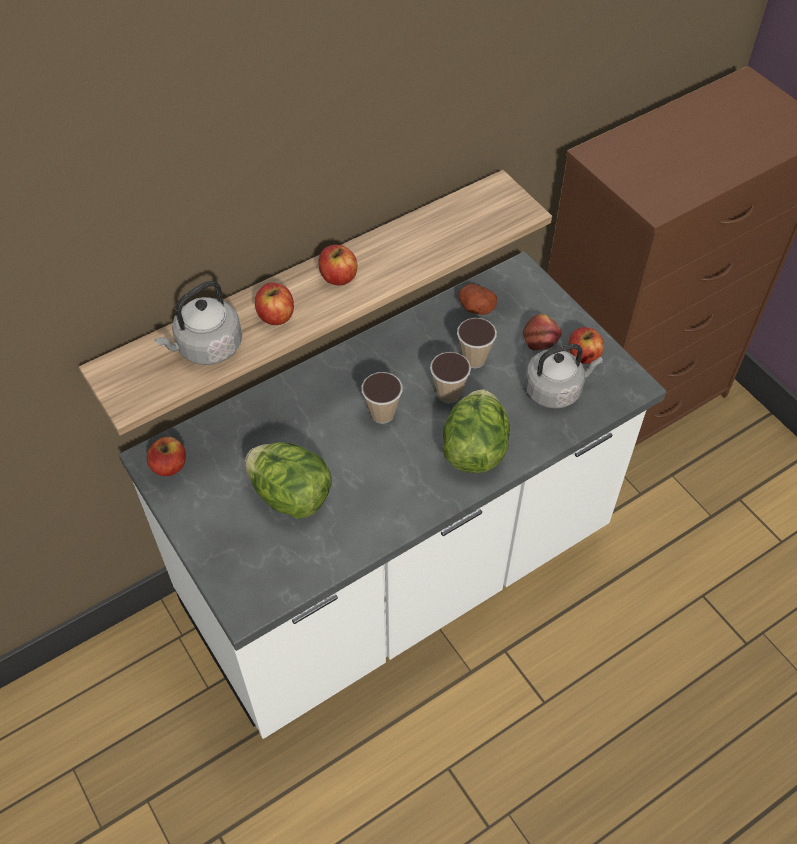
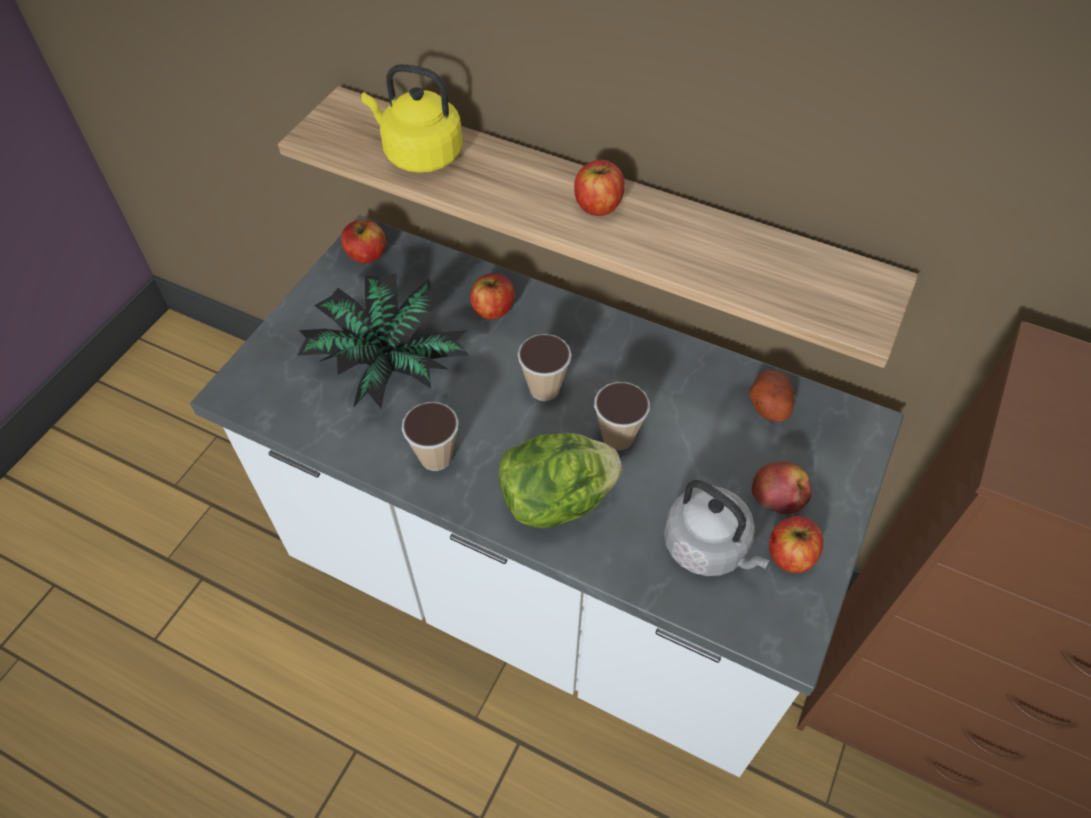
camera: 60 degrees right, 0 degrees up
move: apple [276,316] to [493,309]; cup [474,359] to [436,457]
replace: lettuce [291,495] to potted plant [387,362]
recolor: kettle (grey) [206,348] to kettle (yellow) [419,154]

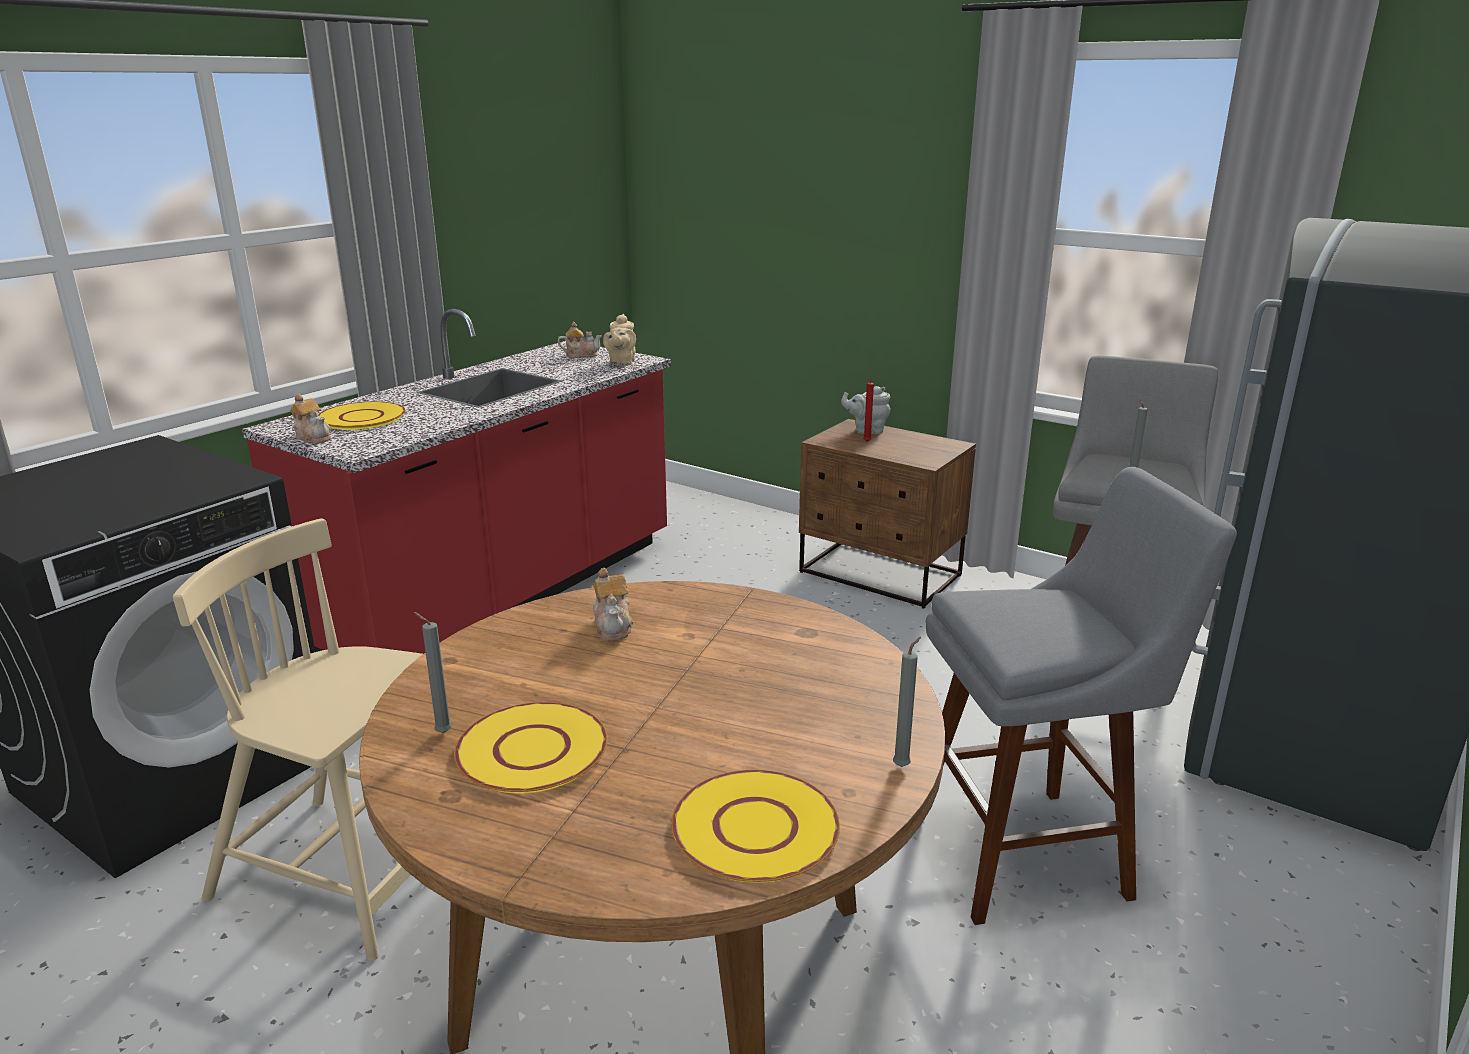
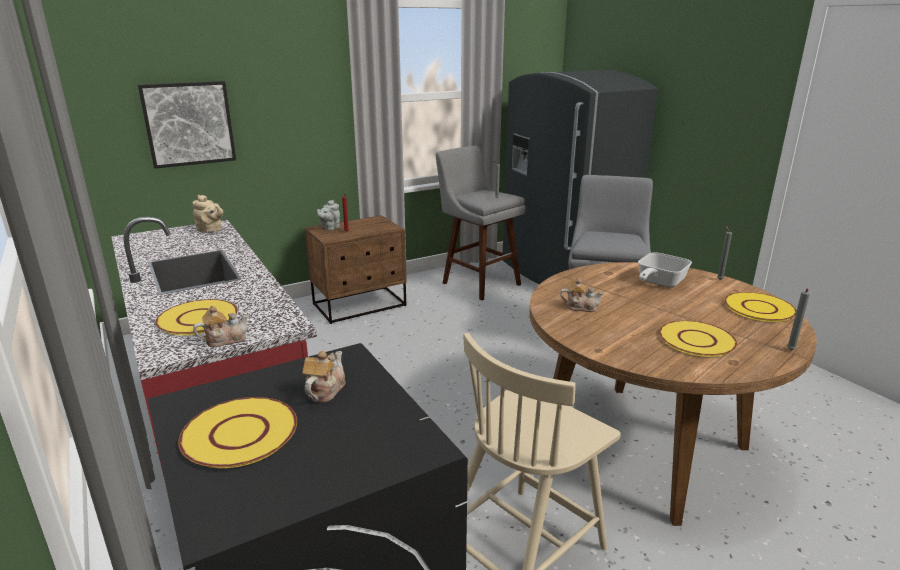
camera: 65 degrees left, 0 degrees up
insert: picture [189,124]; frying pan [658,283]; plate (yellow) [239,433]
move: teapot [581,355] to [325,390]; candle (grey) [441,732] to [790,351]

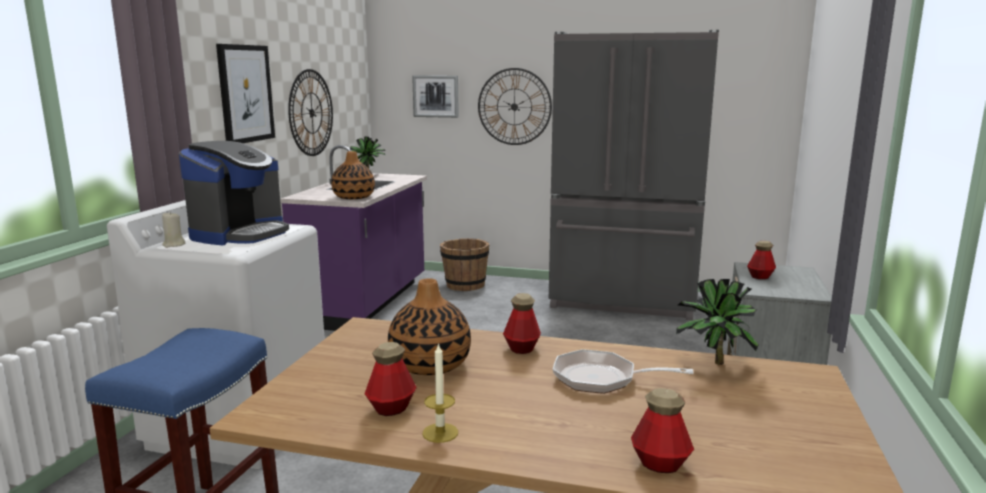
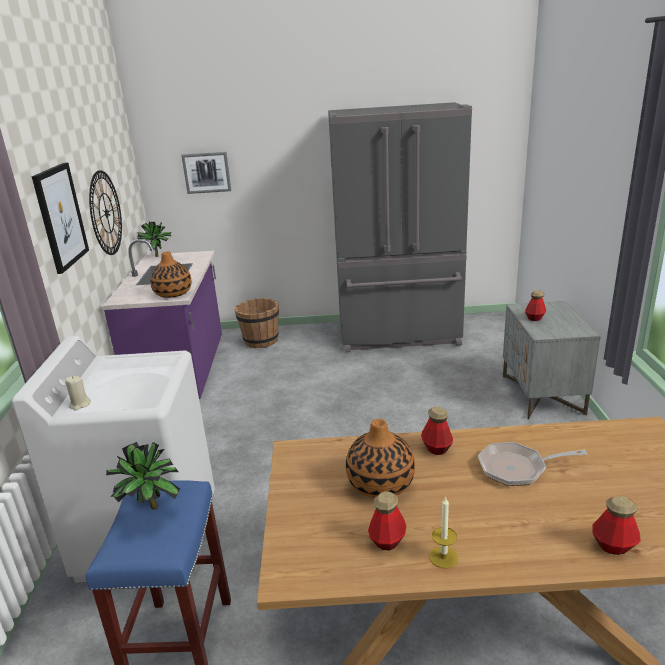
camera: 15 degrees left, 10 degrees up
delete: wall clock [514,106]; coffee machine [240,234]
move: potted plant [714,364] to [150,510]

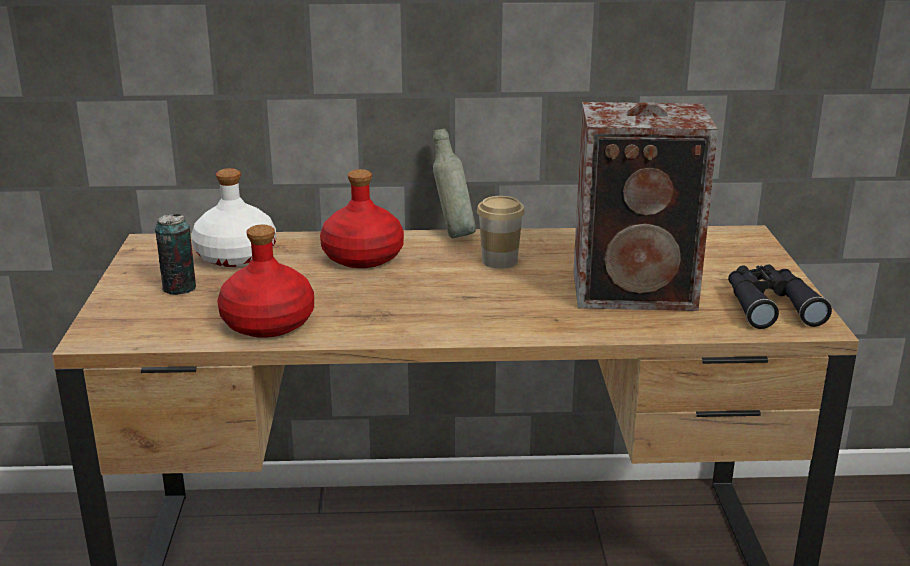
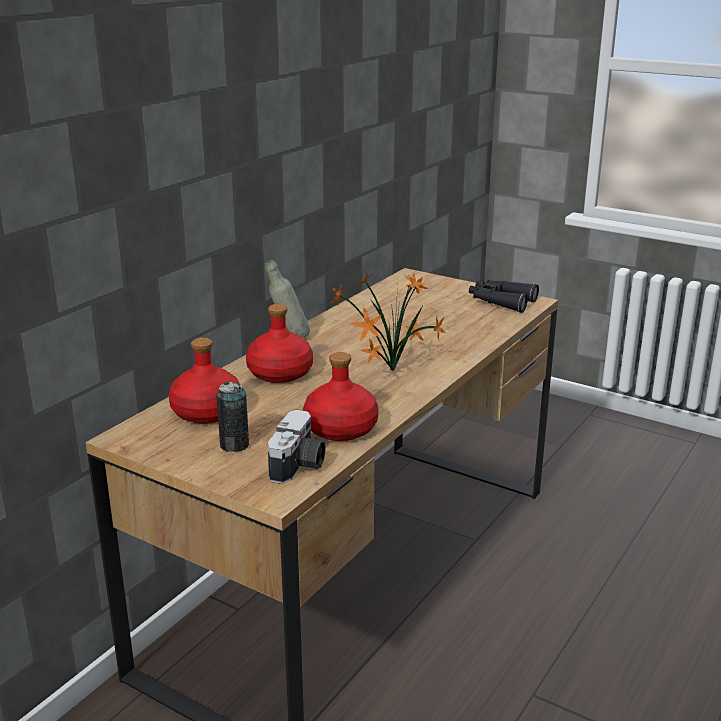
camera: 55 degrees left, 0 degrees up
delete: speaker [638,291]; cup [499,261]
insert: potted plant [390,372]; photo camera [299,466]
recolor: bottle (white) [234,256] to bottle (red) [206,412]

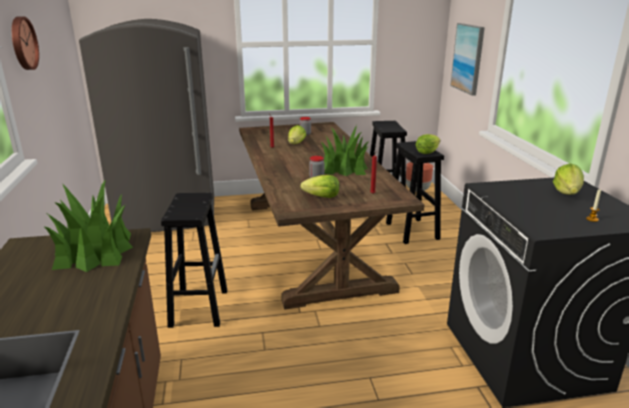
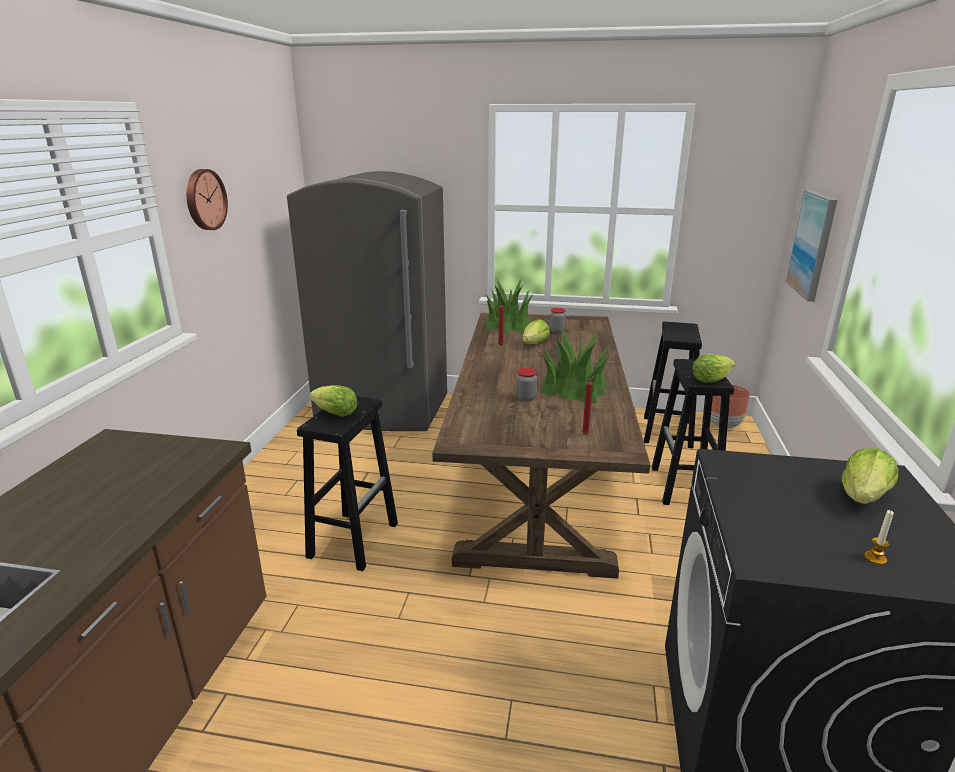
camera: 20 degrees right, 0 degrees up
move: lettuce [322,197] to [335,414]; potted plant [94,251] to [508,324]

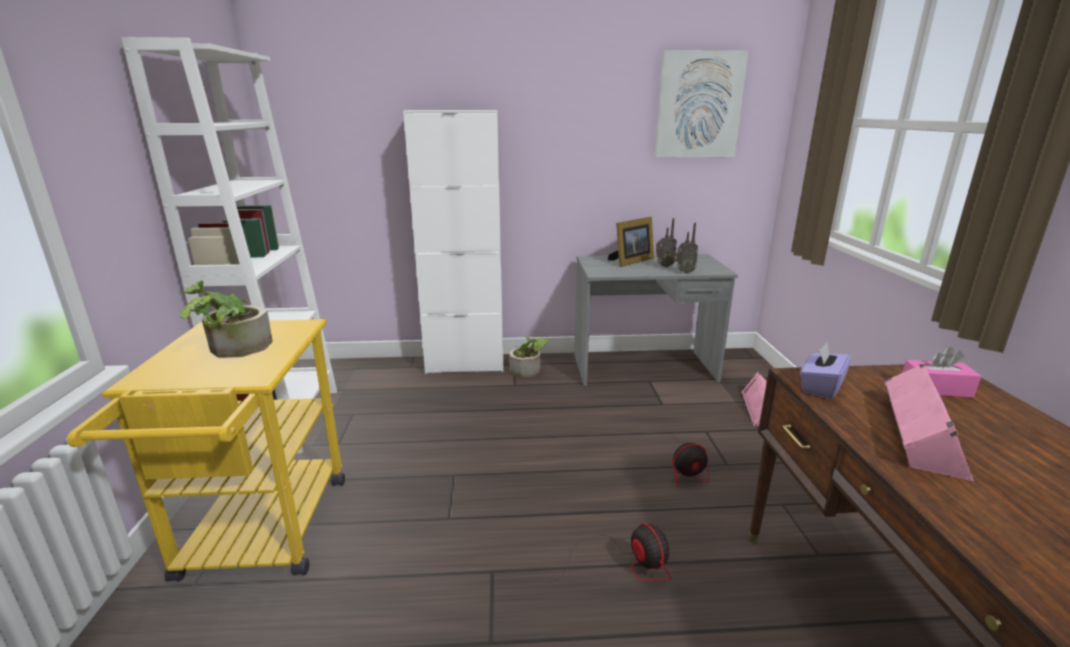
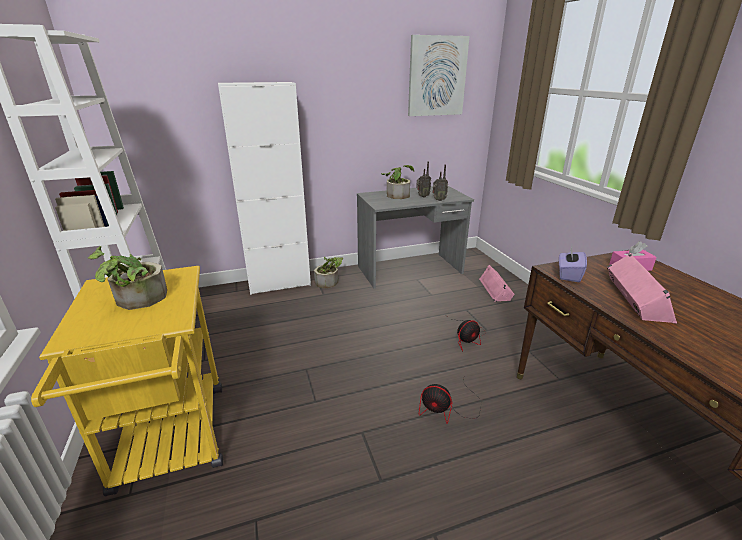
camera: 15 degrees left, 5 degrees up
replace: picture frame [631,261] to potted plant [397,194]
rotate: fan [624,564] = [447,409] 150 degrees clockwise

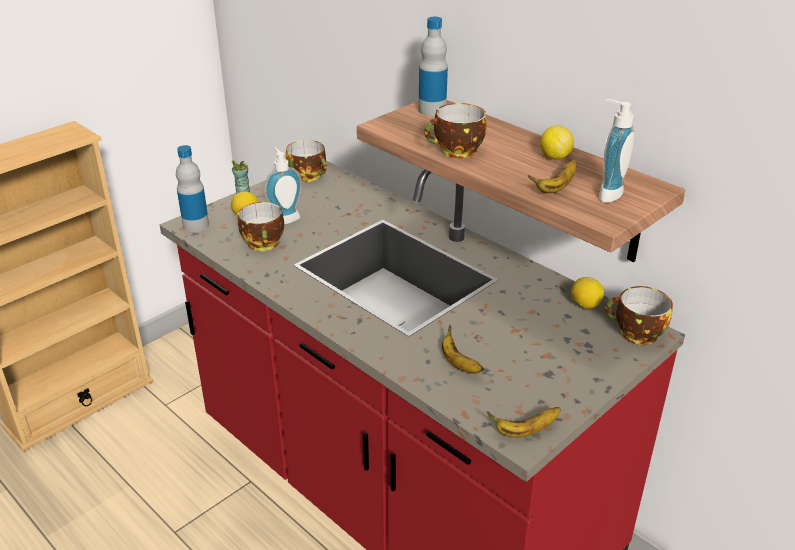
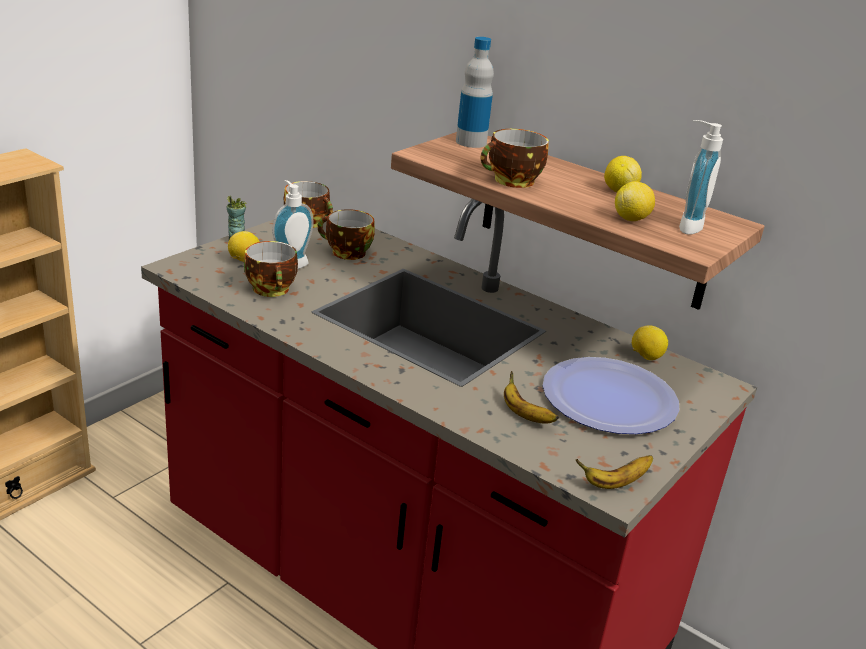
camera: 10 degrees left, 5 degrees down
delete: bottle [196,225]
insert: plate [609,398]
move: cup [636,334] to [346,253]
replace: banana [556,188] to lemon [631,219]

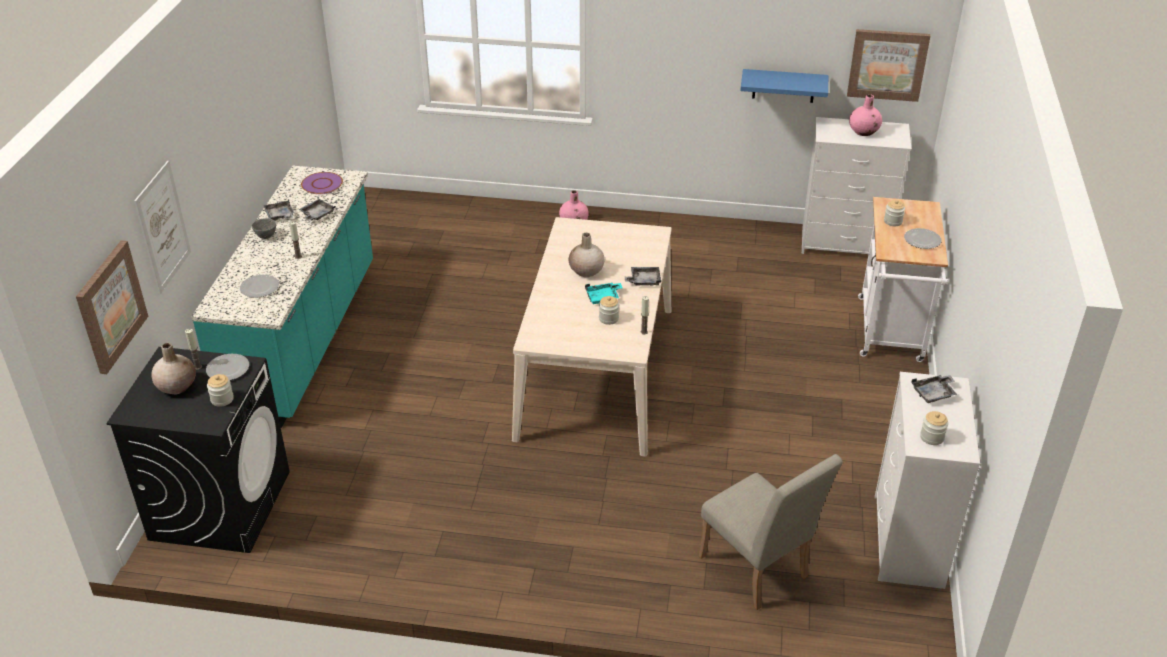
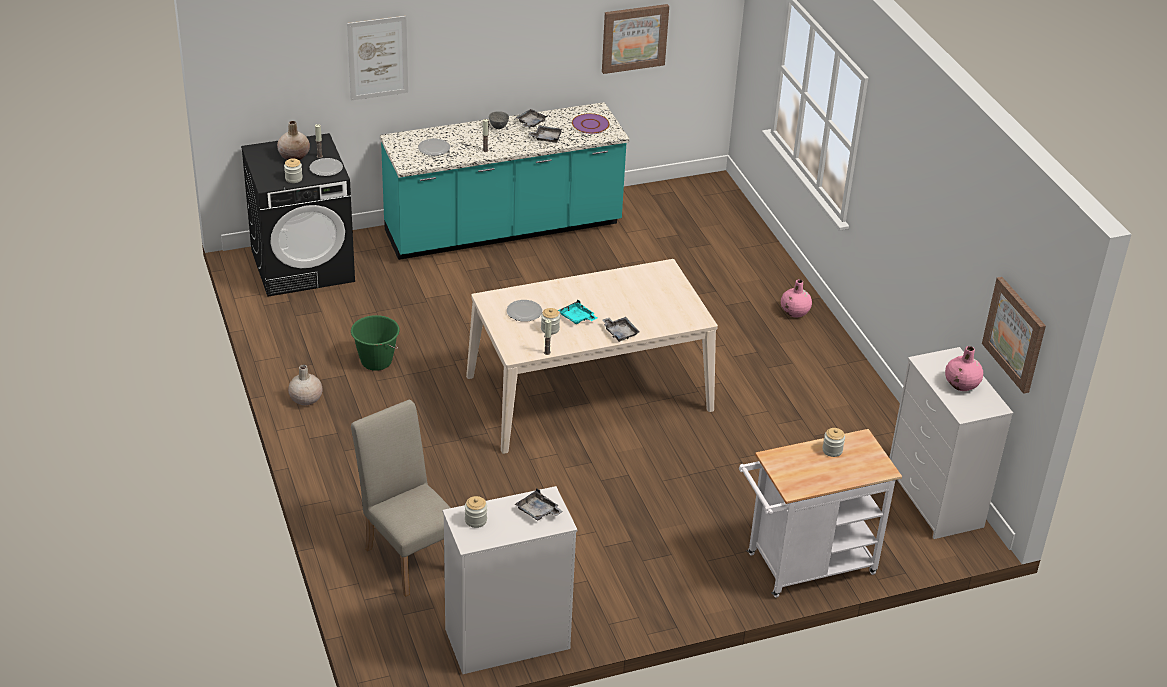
camera: 60 degrees right, 0 degrees up
delete: shelf (blue) [783,86]
insert: bucket (green) [376,361]
move: plate [923,240] to [524,312]; vase (beige) [586,271] to [305,399]; picture [110,306] to [634,38]
rotate: chair (beige) [758,572] = [409,554] 120 degrees clockwise

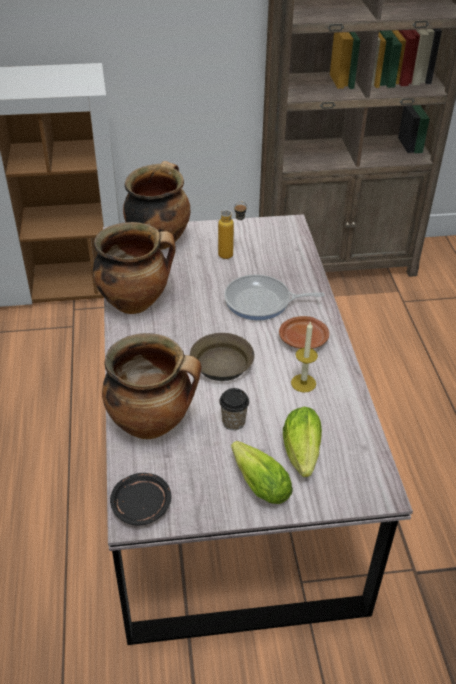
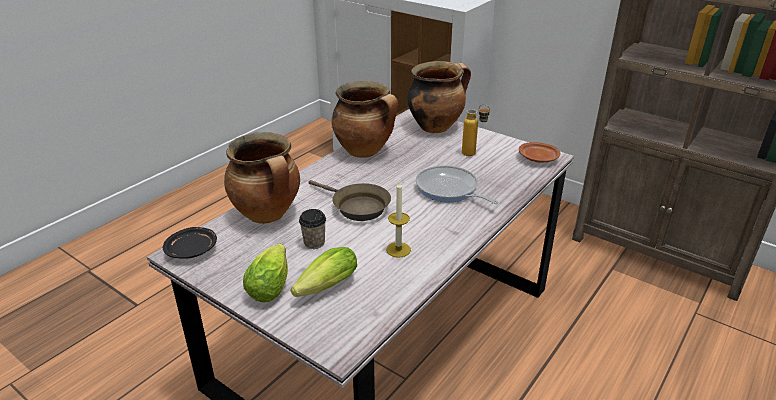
camera: 45 degrees right, 10 degrees down
move: plate (brown) [304,339] to [538,159]

